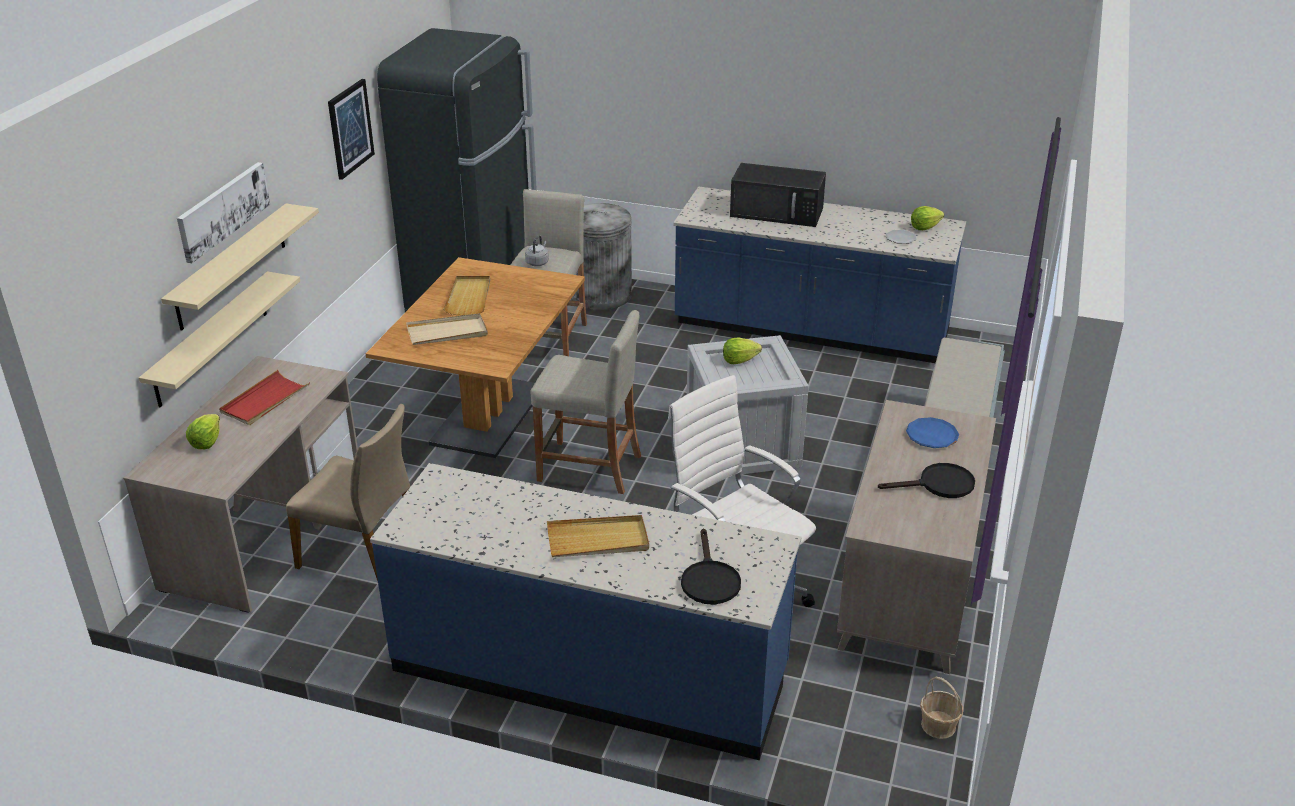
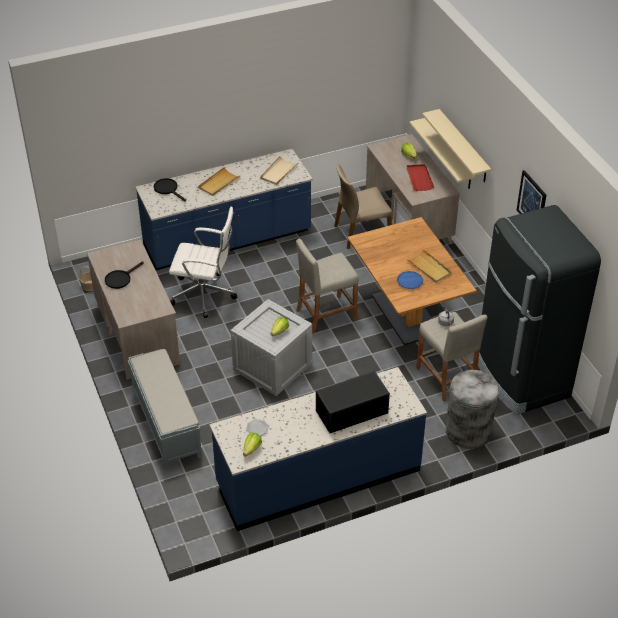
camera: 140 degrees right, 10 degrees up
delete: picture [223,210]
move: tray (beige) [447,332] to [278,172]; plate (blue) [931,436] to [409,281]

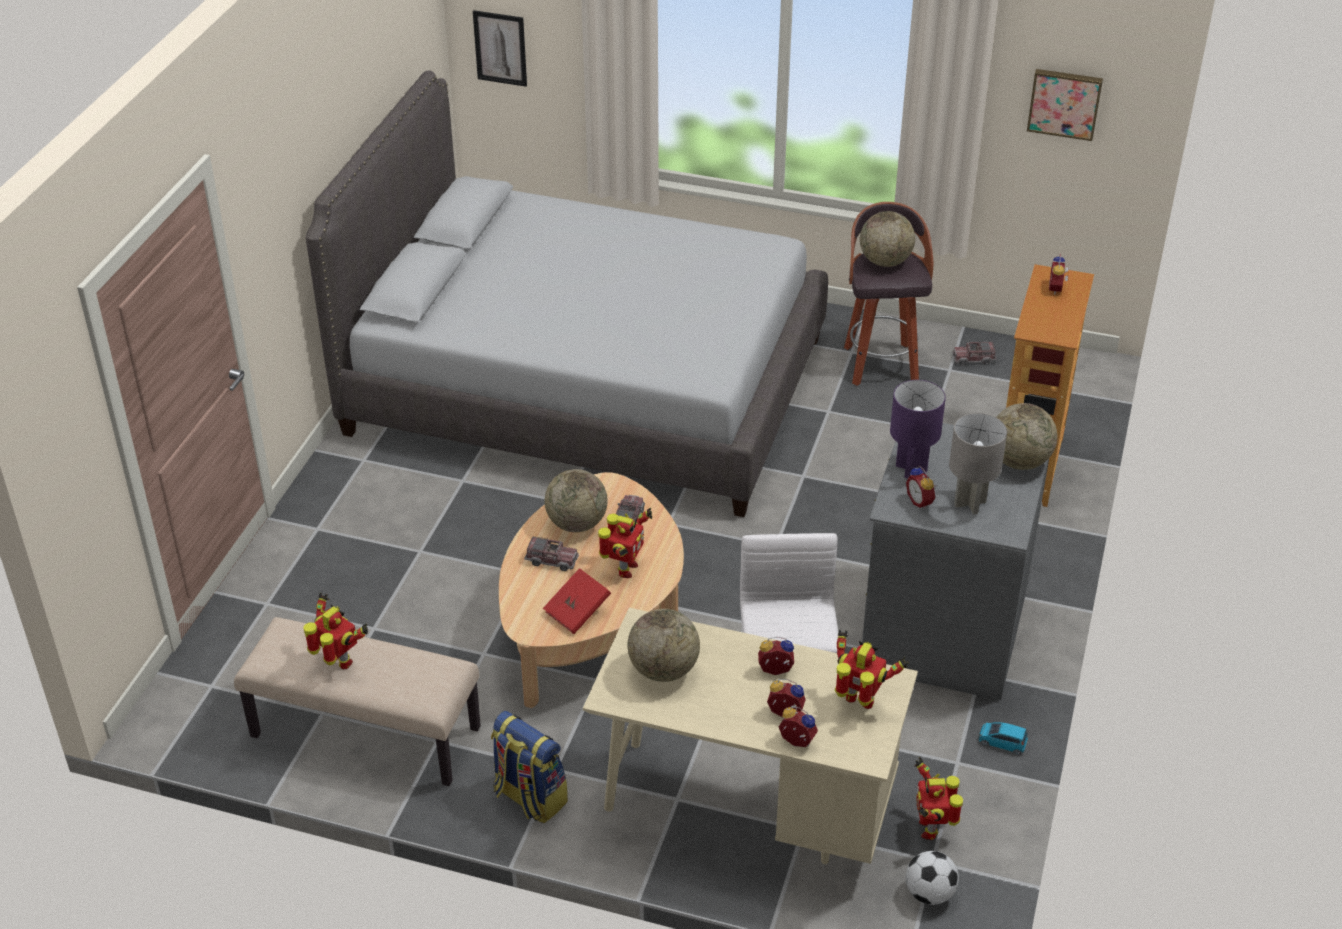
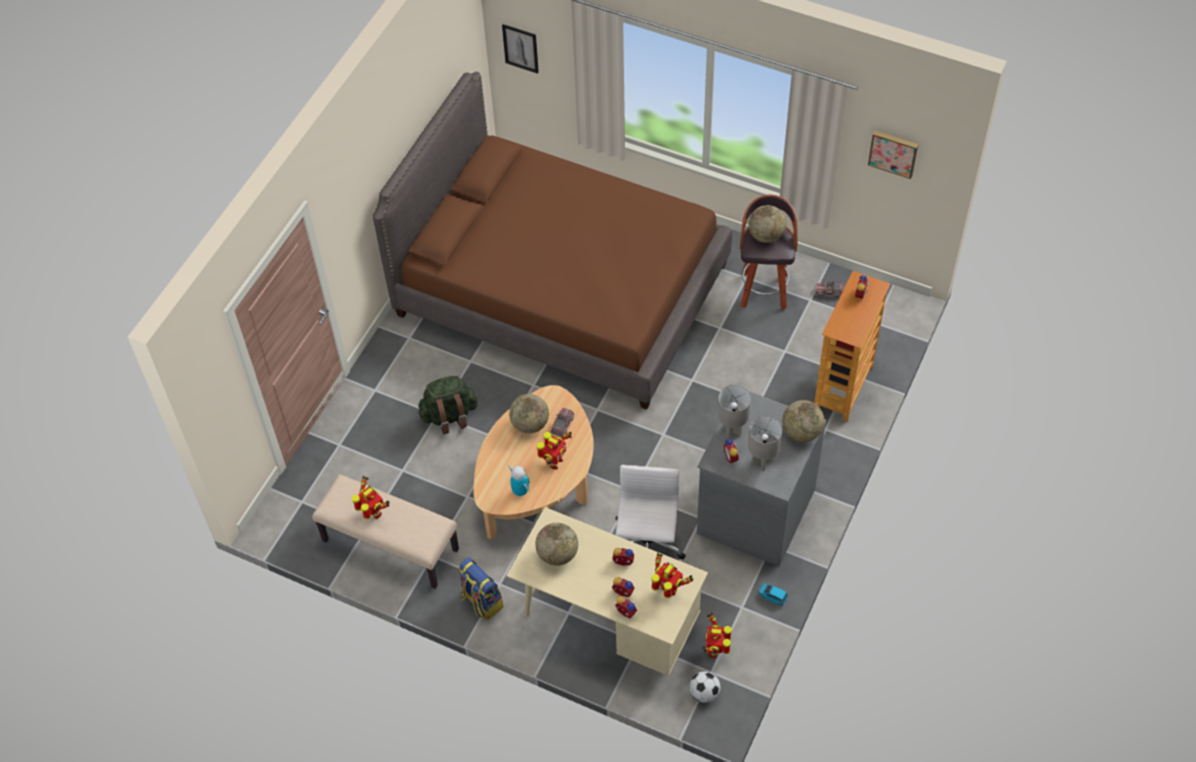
camera: 10 degrees right, 15 degrees up
delete: toy truck [552,560]
insert: backpack (green) [449,416]
replace: book (red) [577,612] to toy robot [520,491]
recolor: bed (grey) [585,385] to bed (brown) [561,289]; table lamp (purple) [910,469] to table lamp (grey) [731,431]

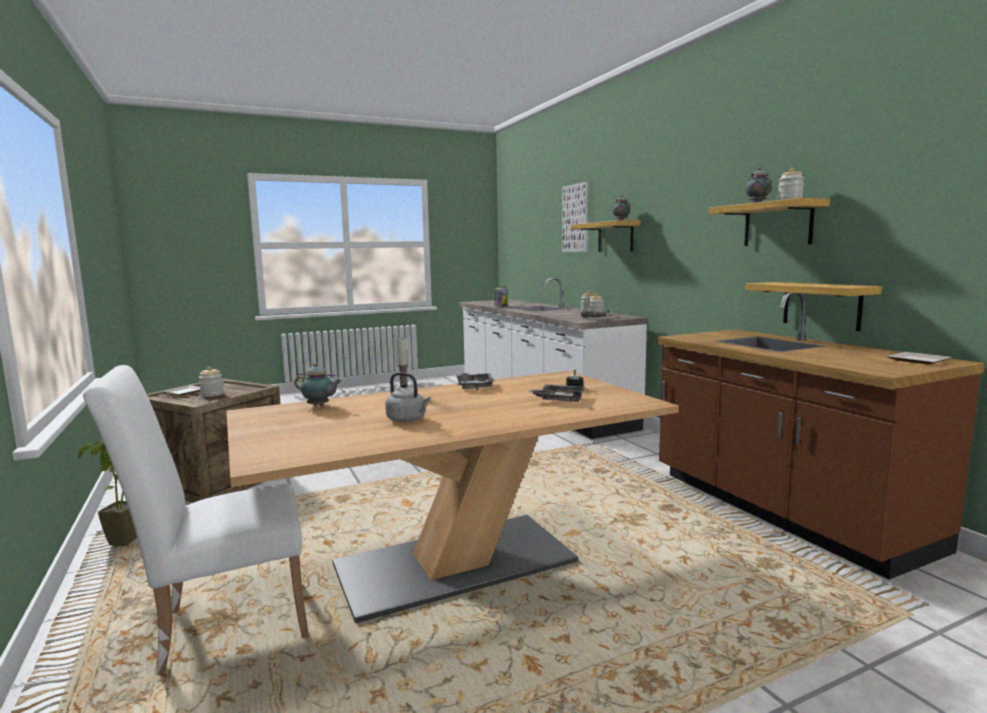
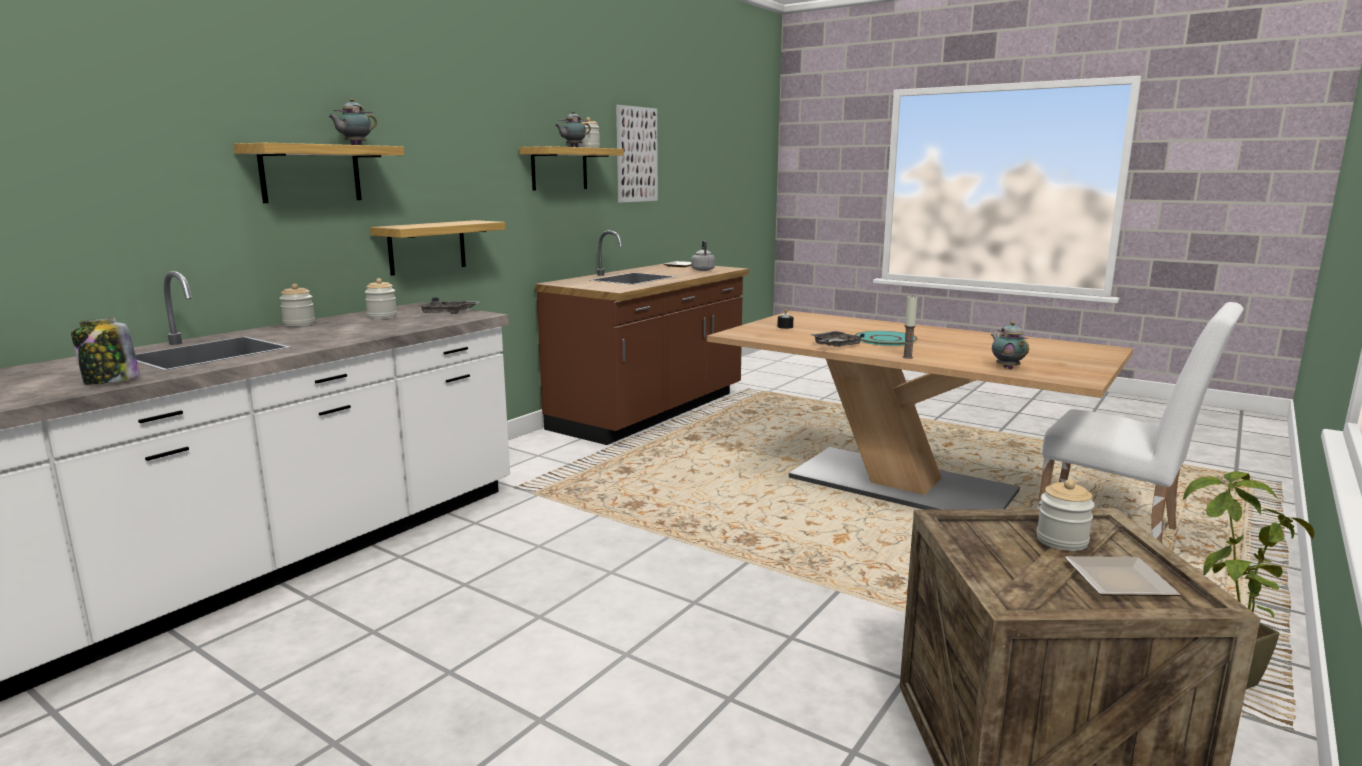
camera: 120 degrees left, 5 degrees up
delete: tray (grey) [559,400]
insert: plate (turquoise) [885,339]
move: picture [576,218] to [636,154]; shelf [821,305] to [427,247]; kettle (grey) [408,420] to [702,270]

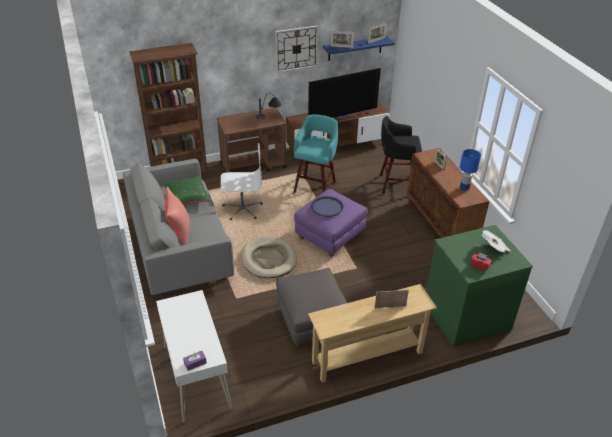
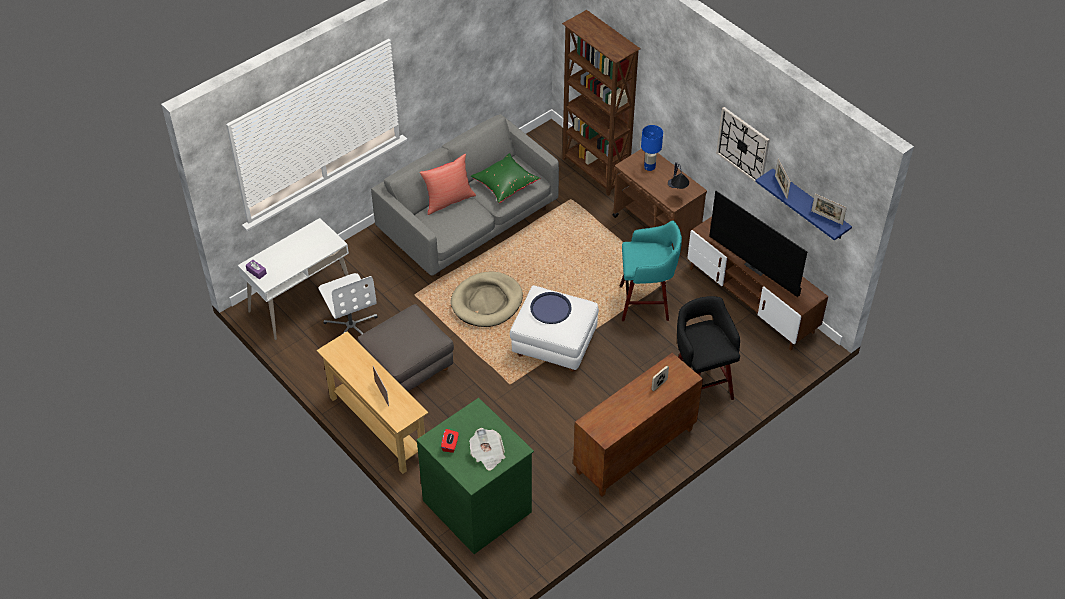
camera: 70 degrees right, 10 degrees up
move: office chair (white) [242,209] to [351,326]; table lamp (blue) [464,188] to [649,167]
recolor: ottoman (purple) [330,237] to ottoman (white) [554,345]

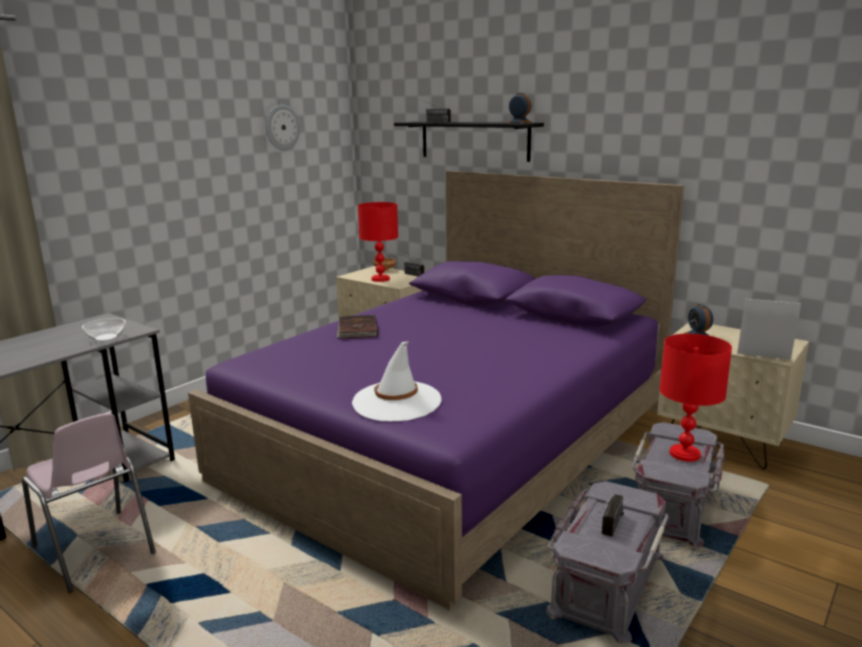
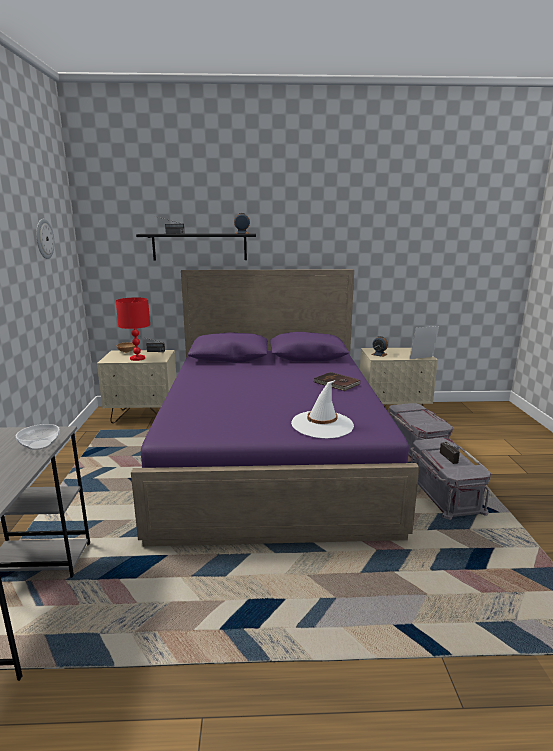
camera: 40 degrees left, 0 degrees up
delete: table lamp (red) [685,454]; chair (pink) [95,551]
move: book (brown) [357,329] to [336,383]

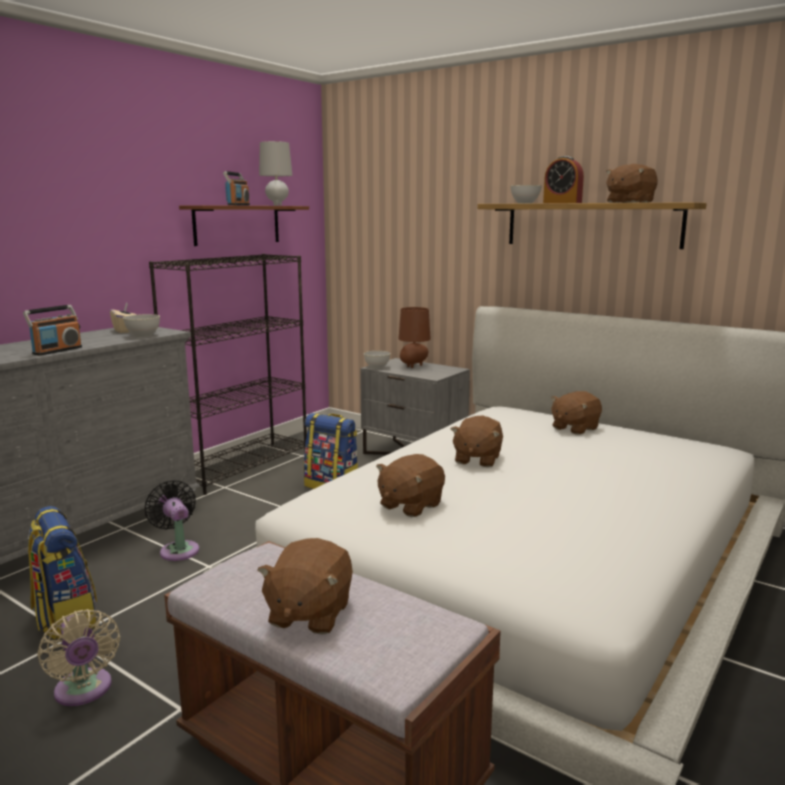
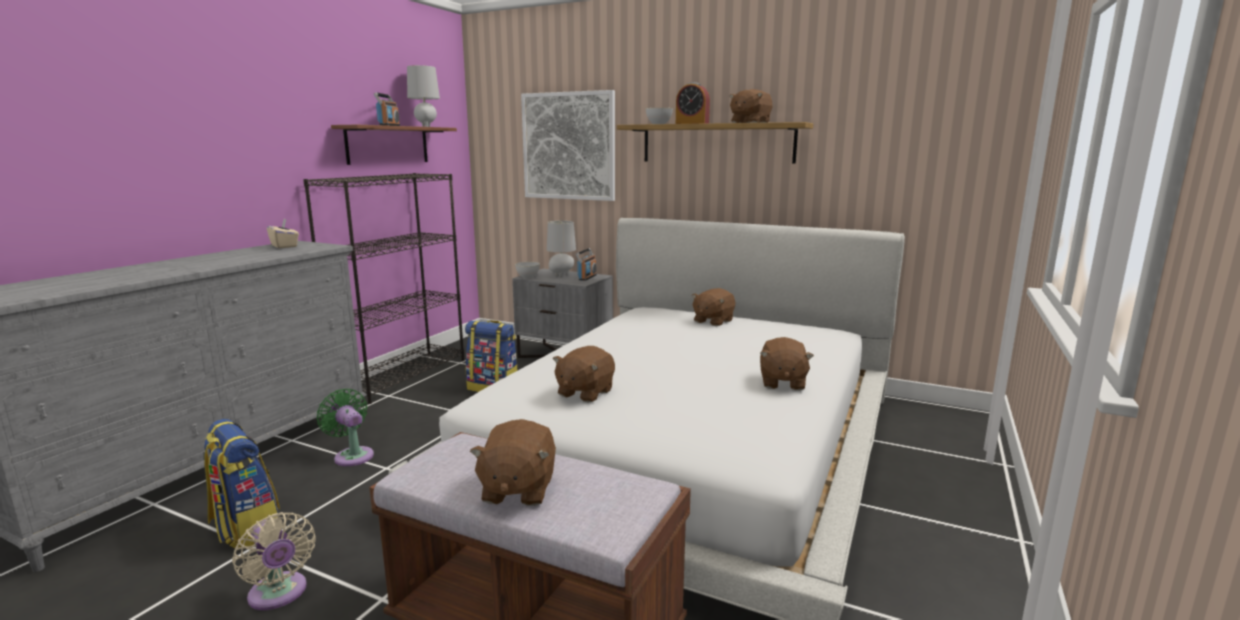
camera: 10 degrees left, 0 degrees up
delete: bowl (grey) [143,336]
insert: picture [568,146]
move: radio [57,351] to [587,277]; plush toy (brown) [477,459] to [782,382]
recolor: table lamp (brown) [414,366] to table lamp (grey) [562,275]; fan (black) [178,549] to fan (green) [352,455]

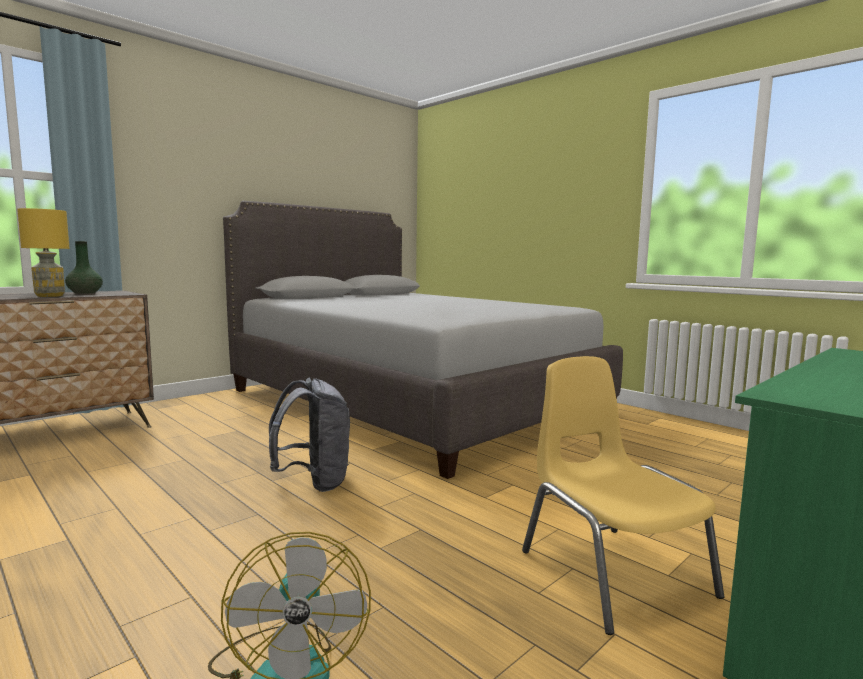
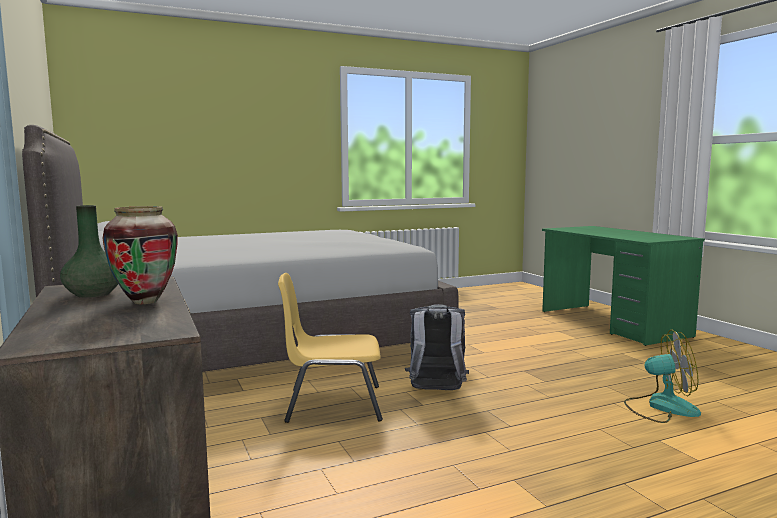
camera: 70 degrees left, 0 degrees up
move: chair (yellow) [612,572] to [332,404]
replace: table lamp (yellow) [50,296] to vase [145,301]

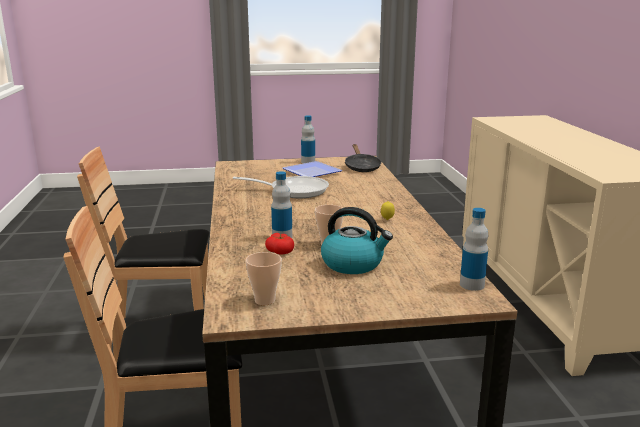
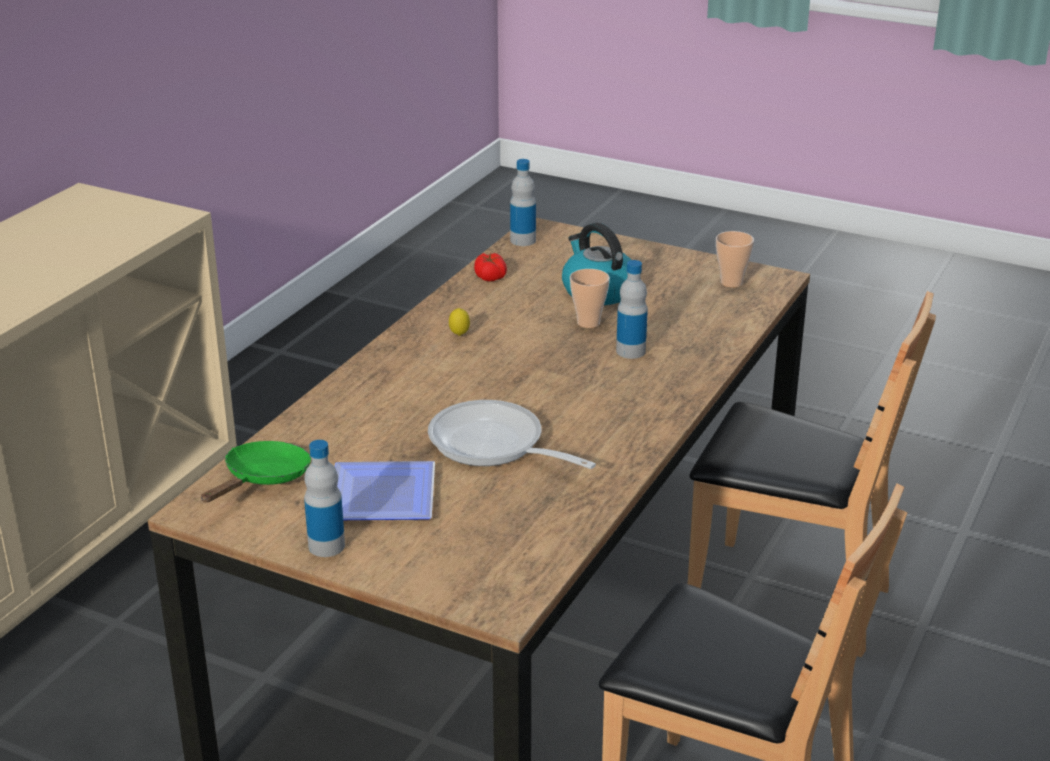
camera: 145 degrees left, 10 degrees up
move: tomato [280,251] to [490,276]
recolor: frying pan (black) [361,167] to frying pan (green) [263,479]

